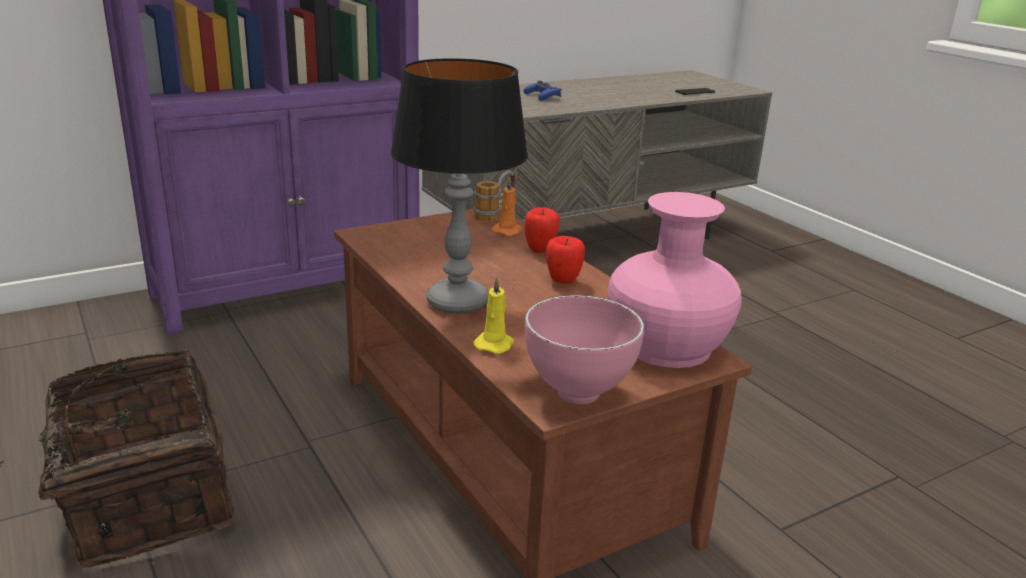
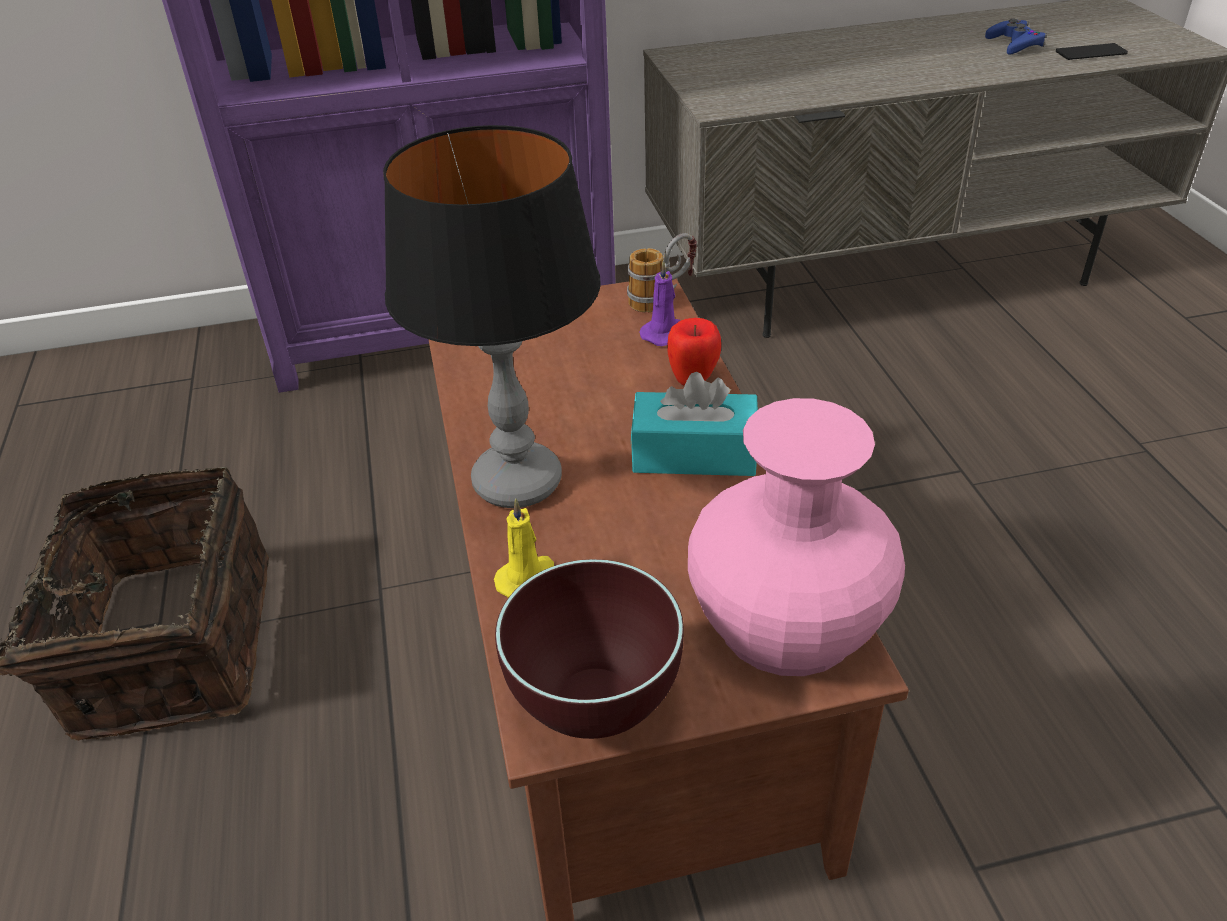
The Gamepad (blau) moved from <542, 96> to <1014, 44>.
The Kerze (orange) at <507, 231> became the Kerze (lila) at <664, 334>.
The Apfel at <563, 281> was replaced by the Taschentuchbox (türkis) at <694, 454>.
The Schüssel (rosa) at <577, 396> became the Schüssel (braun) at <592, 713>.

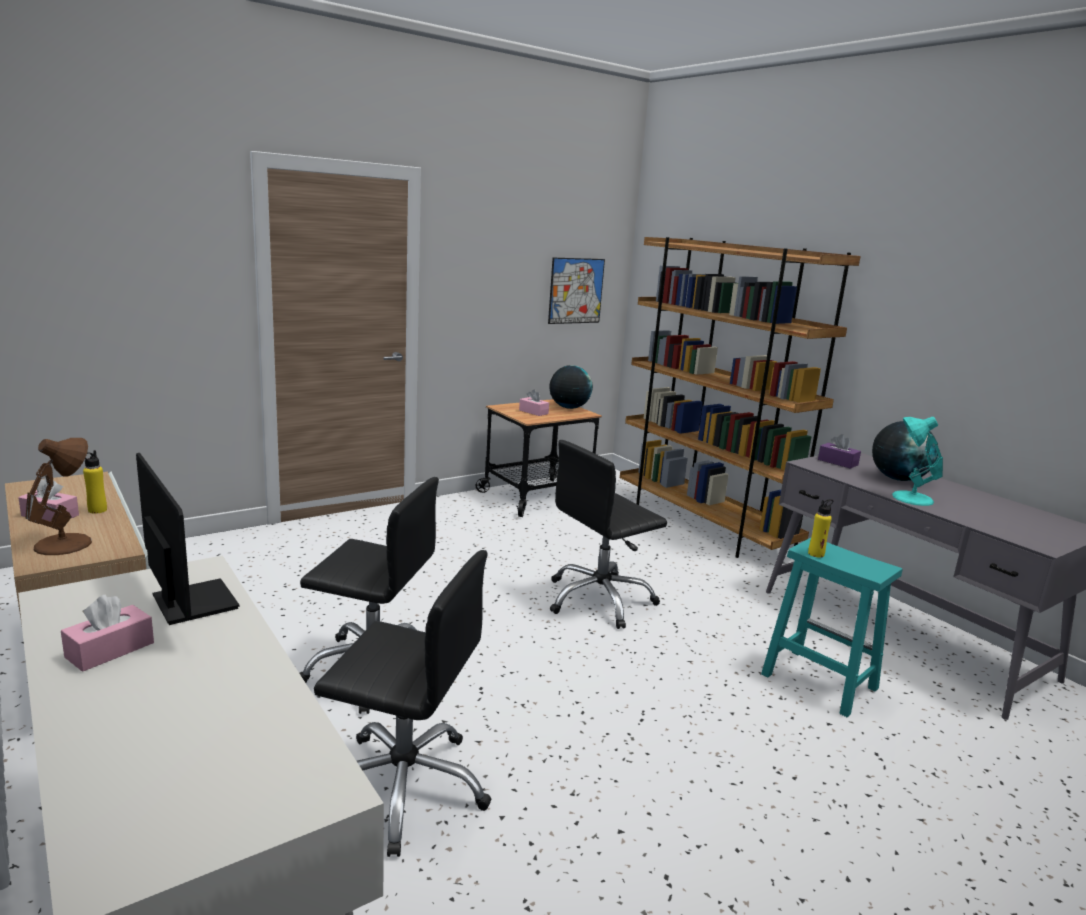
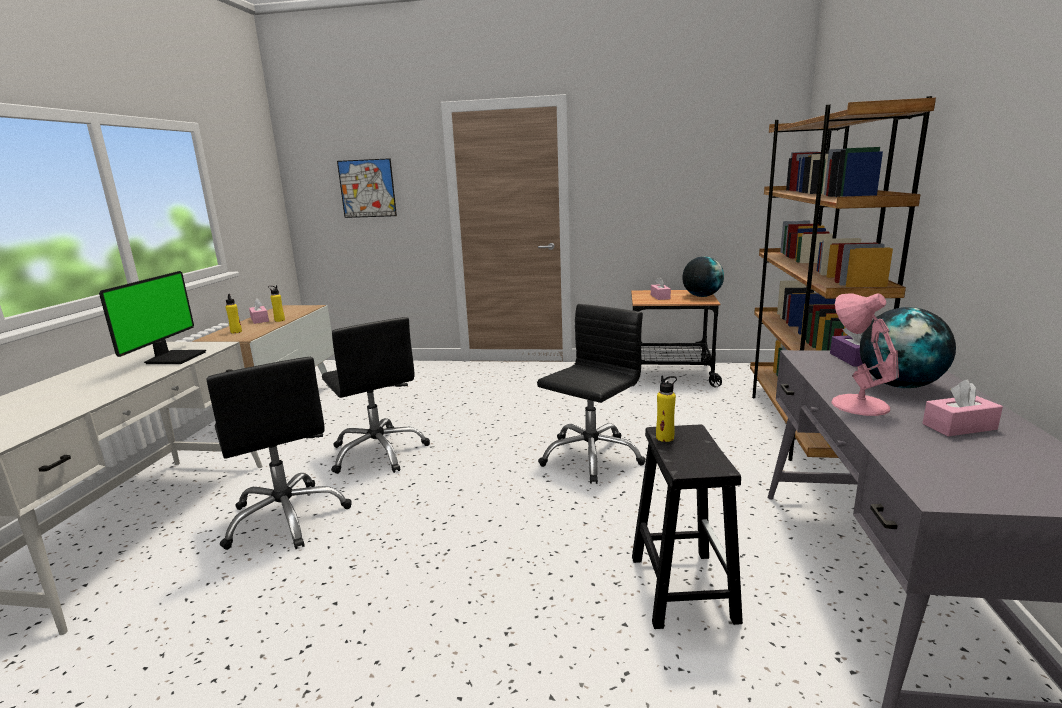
The Bild moved from <576, 291> to <367, 188>.
The Tischlampe (türkis) at <910, 498> became the Tischlampe (rosa) at <856, 404>.
The Tischlampe (braun) at <66, 543> was replaced by the Flasche (gelb) at <236, 332>.
The Bürostuhl (schwarz) at <599, 600> turned 120 degrees clockwise.
The Hocker (türkis) at <817, 681> became the Hocker (schwarz) at <681, 587>.
The Taschentuchbox (rosa) moved from <110, 650> to <959, 426>.

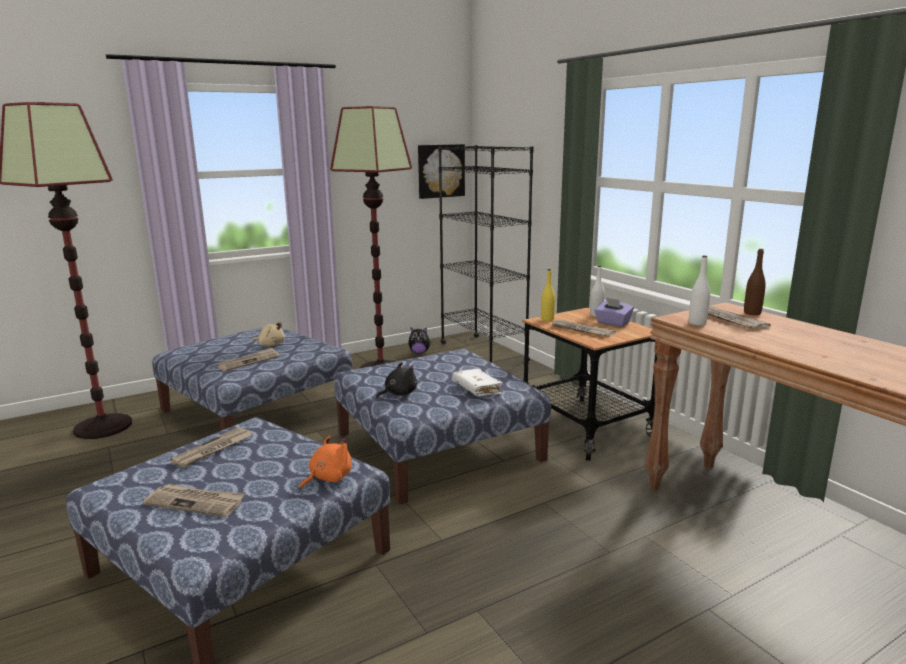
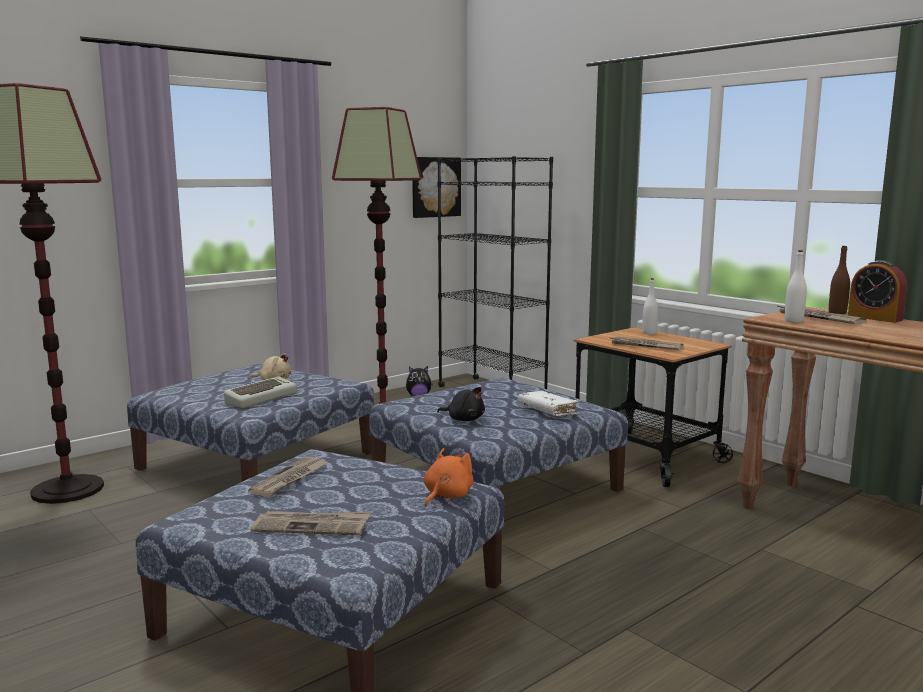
The Flasche (gelb) at <547, 319> disappeared.
The Taschentuchbox (lila) at <612, 323> disappeared.
The Zeitung at <249, 361> was replaced by the Tastatur at <261, 398>.
The Plüschtier (schwarz) at <398, 394> turned 75 degrees clockwise.
The Wecker at <874, 318> appeared.

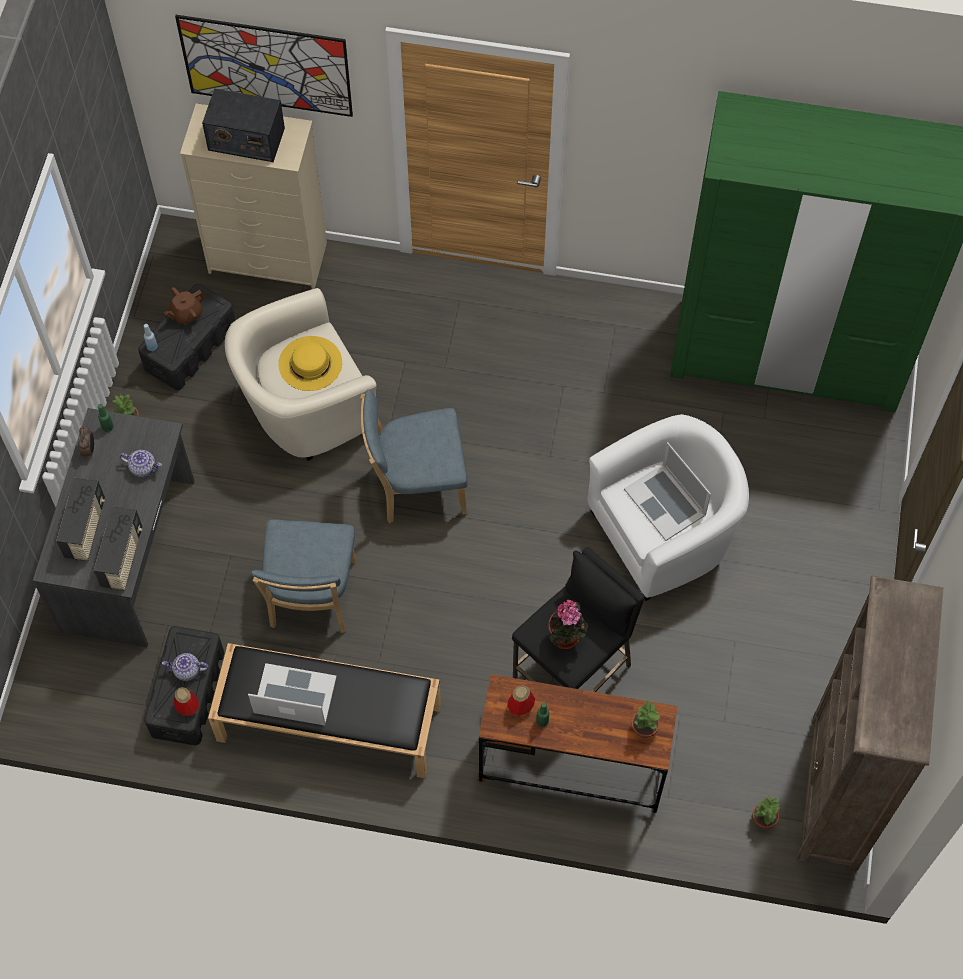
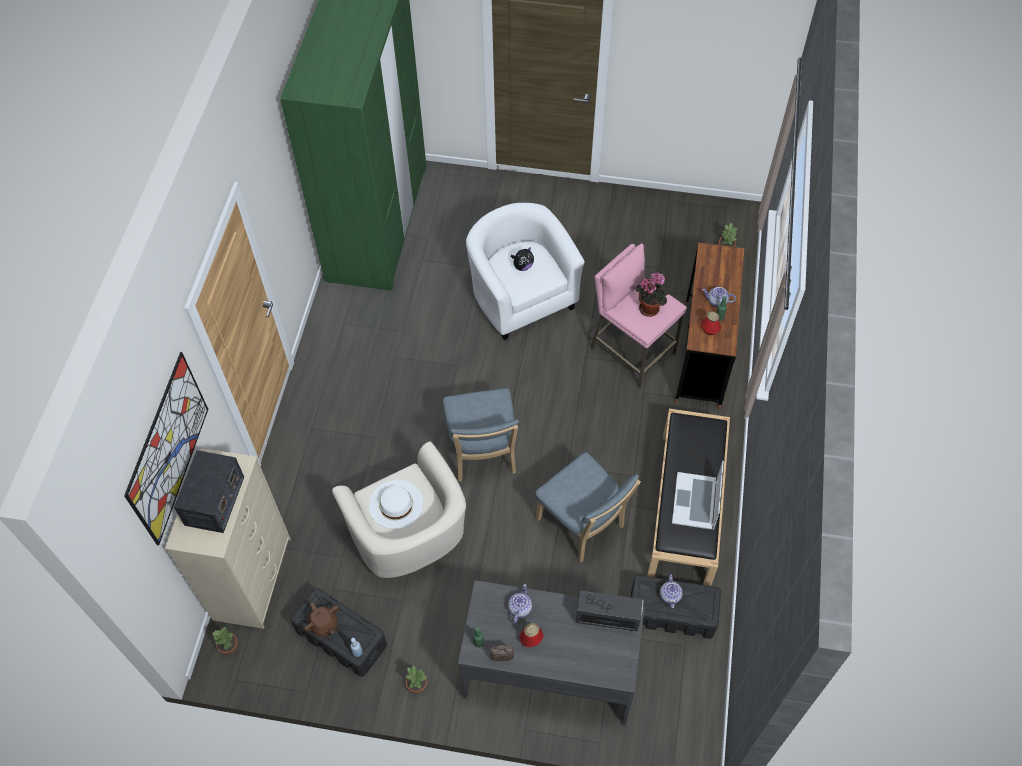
The Hut (gelb) at <310, 363> became the Hut (weiß) at <396, 504>.
The Laptop at <665, 502> was replaced by the Plüschtier at <522, 266>.
The Radio at <86, 529> disappeared.
The Stuhl (blau) at <311, 598> turned 45 degrees clockwise.
The Hocker (schwarz) at <573, 672> became the Hocker (rosa) at <631, 351>.
The Bücherregal (braun) at <834, 793> disappeared.
The Flasche moved from <187, 706> to <531, 639>.
The Topfpflanze moved from <644, 728> to <228, 647>.
The Teekanne at <717, 302> appeared.

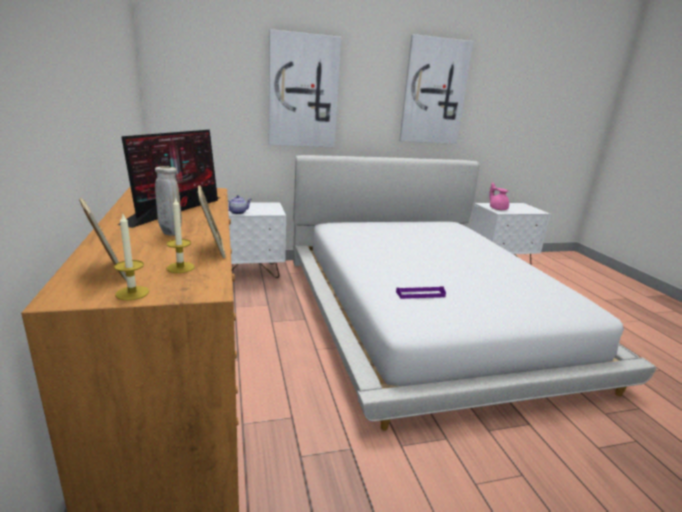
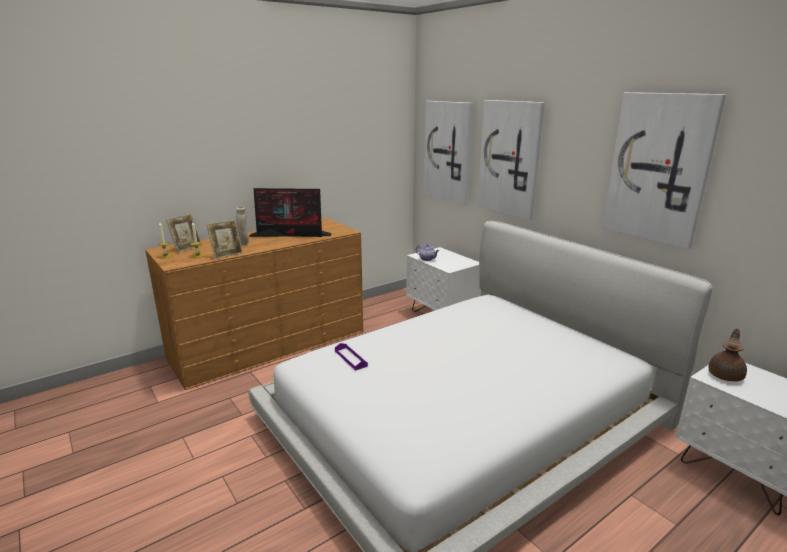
The Teekanne (rosa) at <497, 209> became the Teekanne (braun) at <726, 375>.
The Bild at <448, 152> appeared.

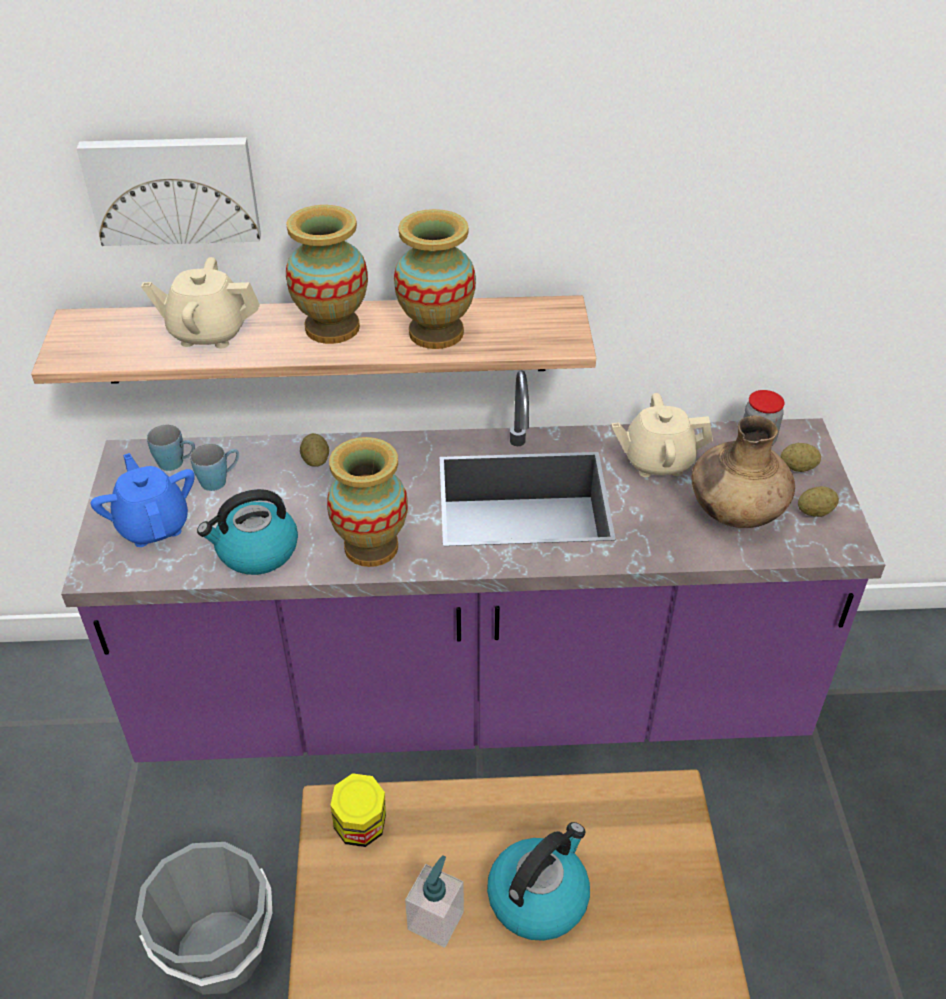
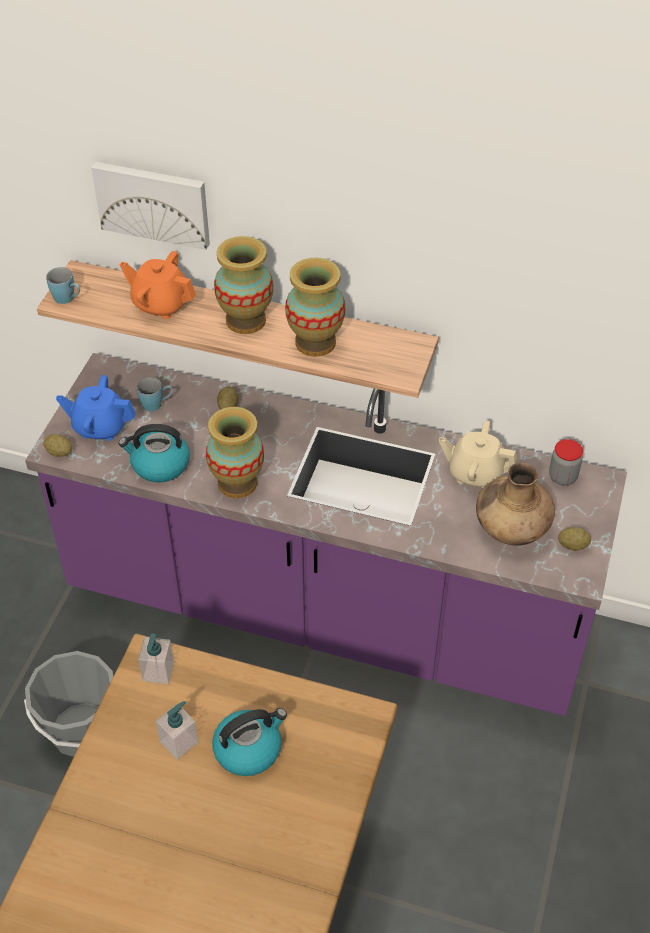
The Teekanne (beige) at <208, 333> became the Teekanne (orange) at <161, 304>.
The Henkelbecher (blau) moved from <177, 463> to <68, 299>.
The Kartoffel moved from <798, 467> to <59, 452>.
The Teekanne (blau) at <153, 525> turned 75 degrees counterclockwise.
The Vorratsglas at <361, 829> was replaced by the Seifenspender at <158, 671>.

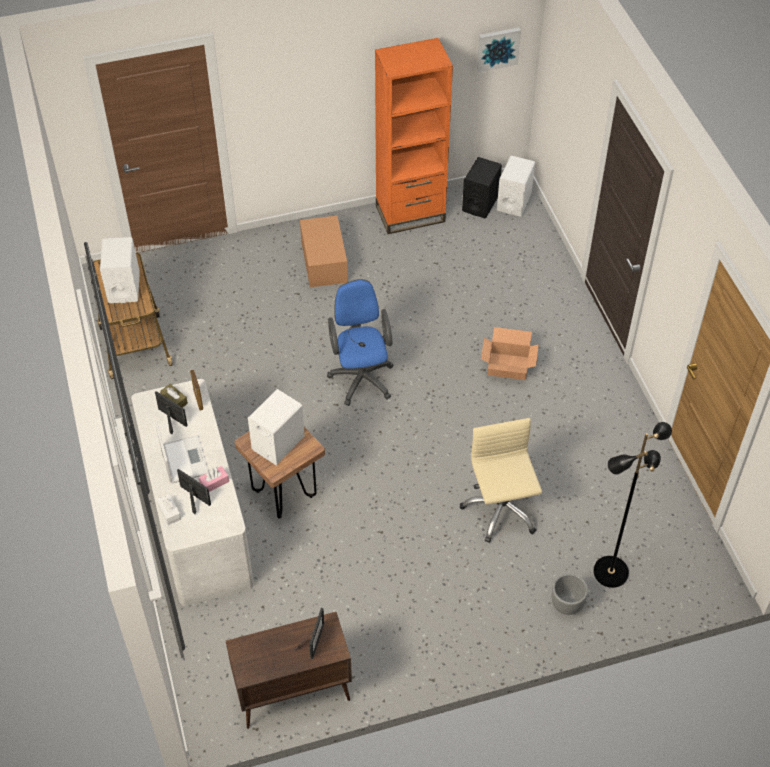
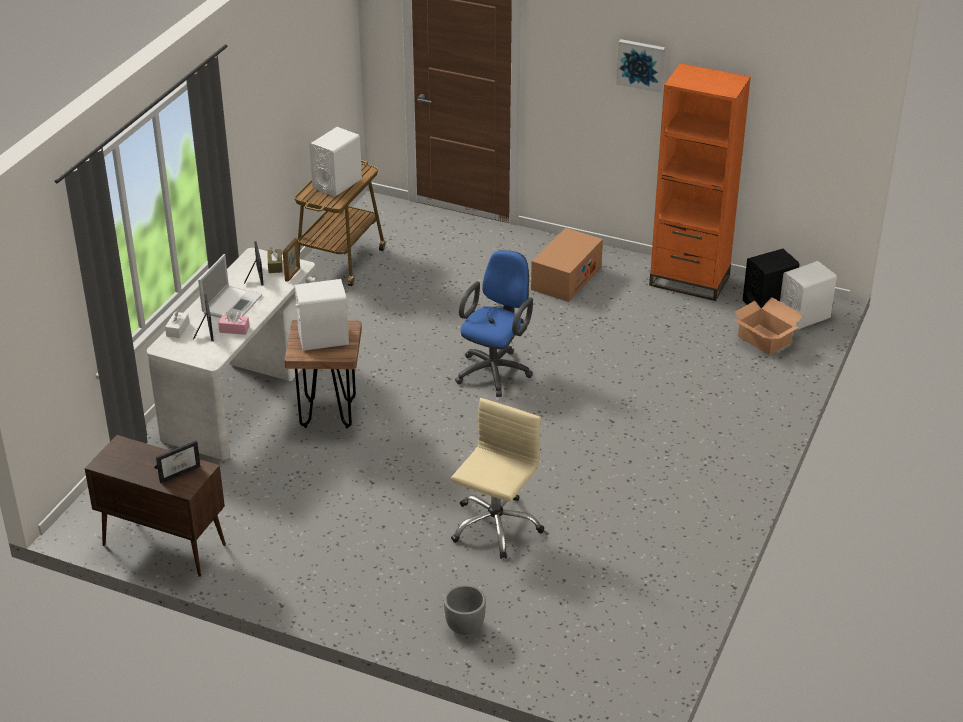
The Bild moved from <497, 48> to <641, 64>.
The Karton moved from <508, 366> to <764, 340>.
The Stehlampe (schwarz) at <610, 571> disappeared.

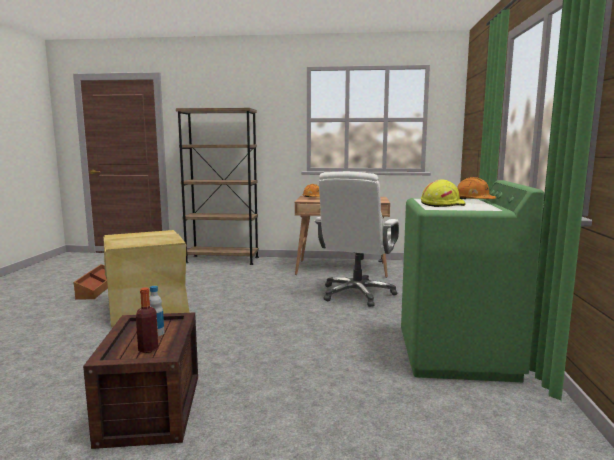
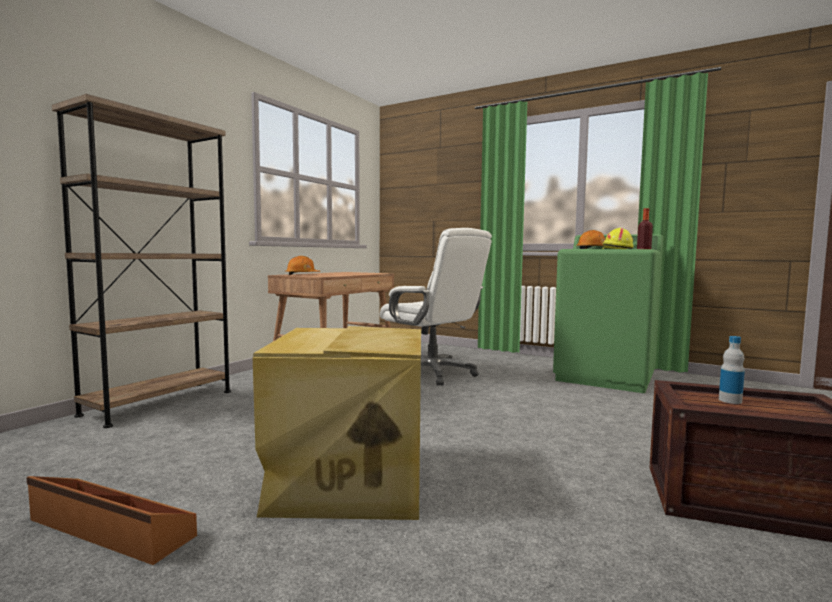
The Flasche moved from <148, 349> to <644, 249>.

